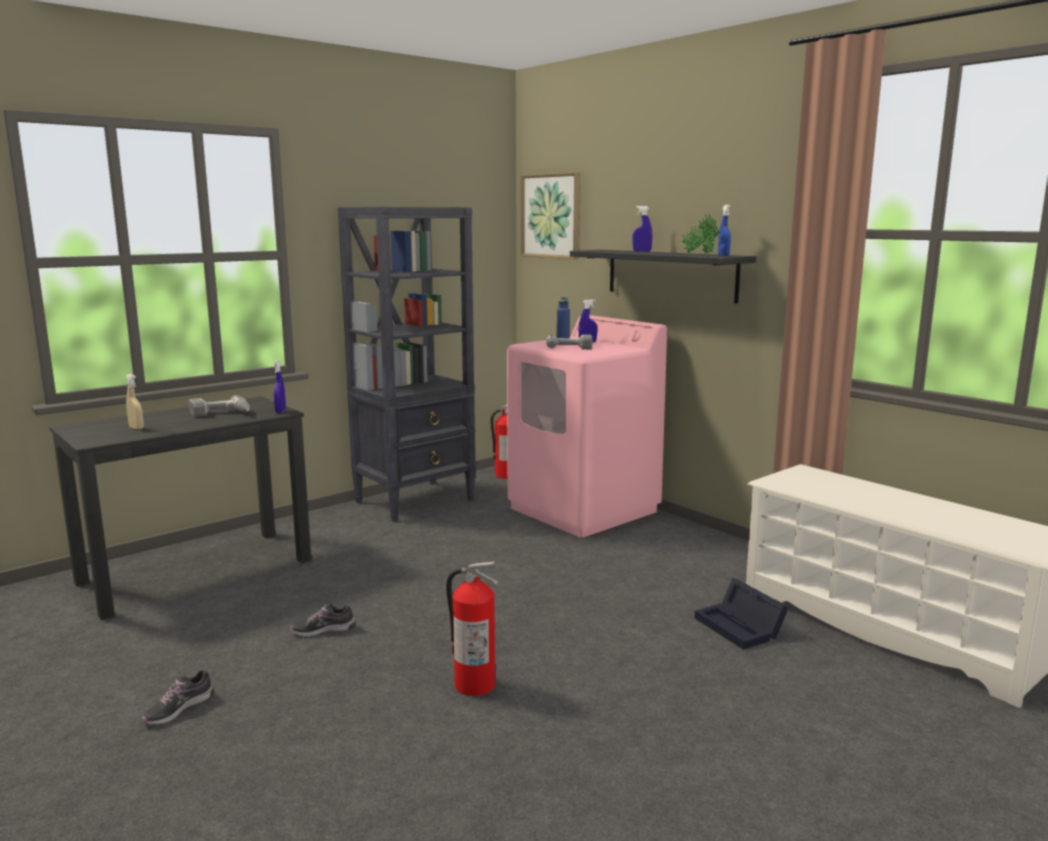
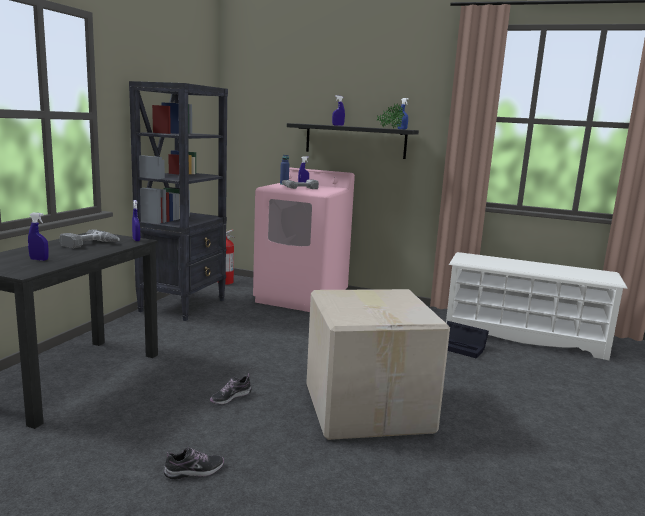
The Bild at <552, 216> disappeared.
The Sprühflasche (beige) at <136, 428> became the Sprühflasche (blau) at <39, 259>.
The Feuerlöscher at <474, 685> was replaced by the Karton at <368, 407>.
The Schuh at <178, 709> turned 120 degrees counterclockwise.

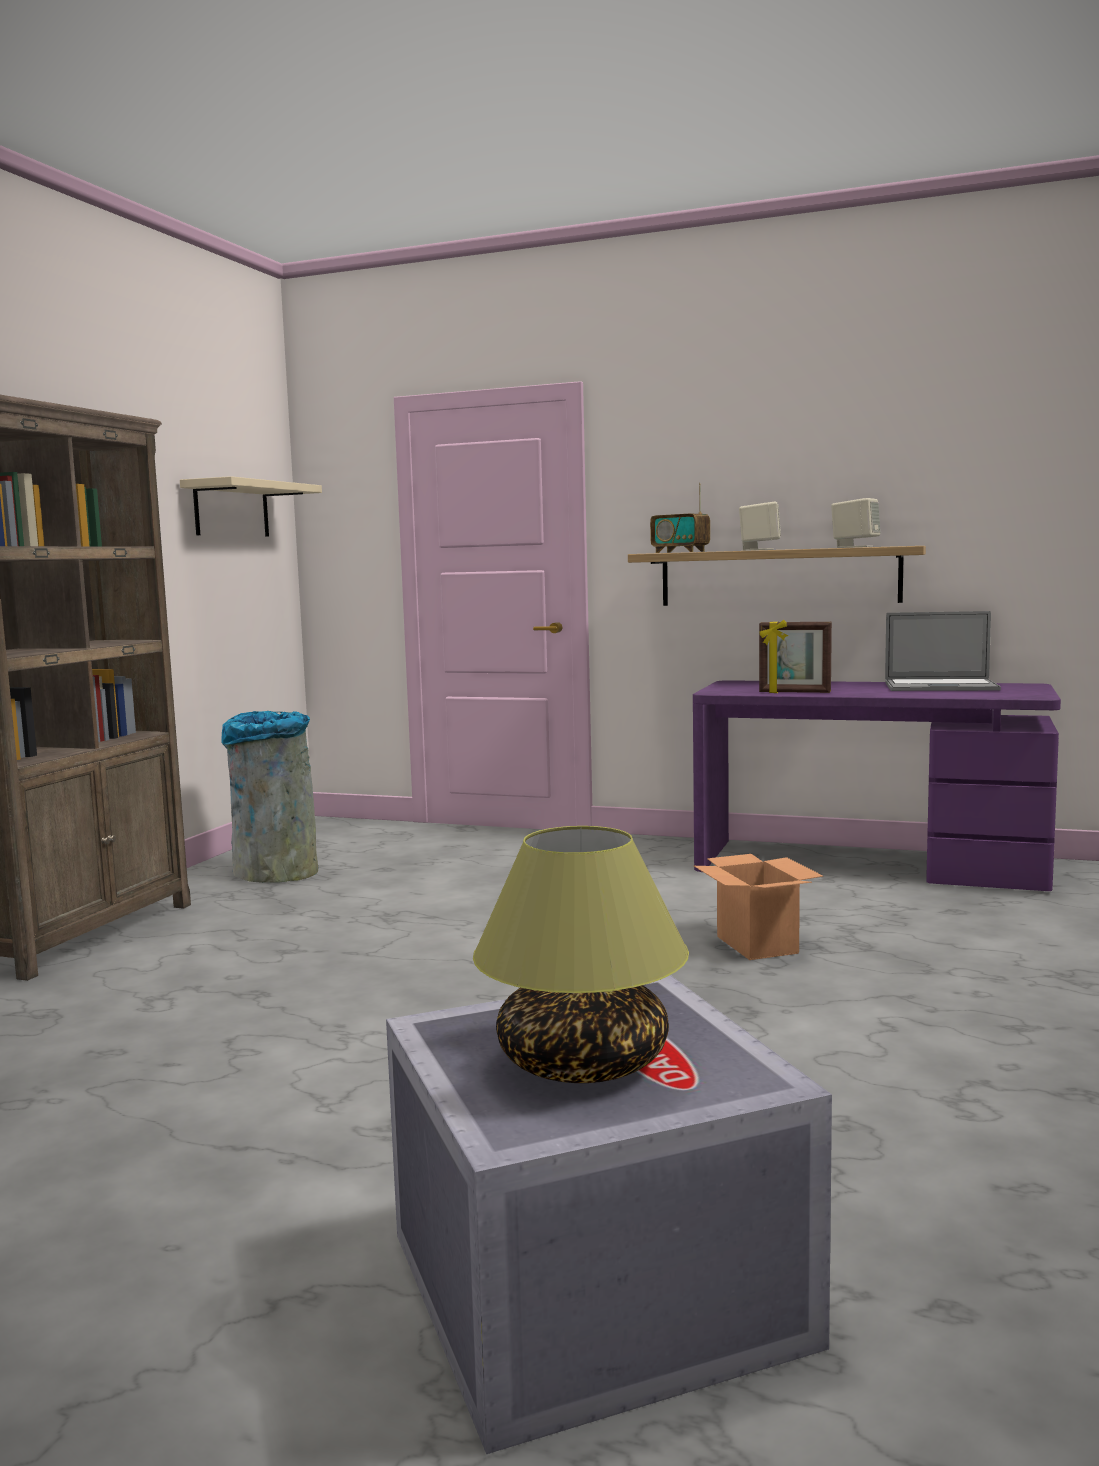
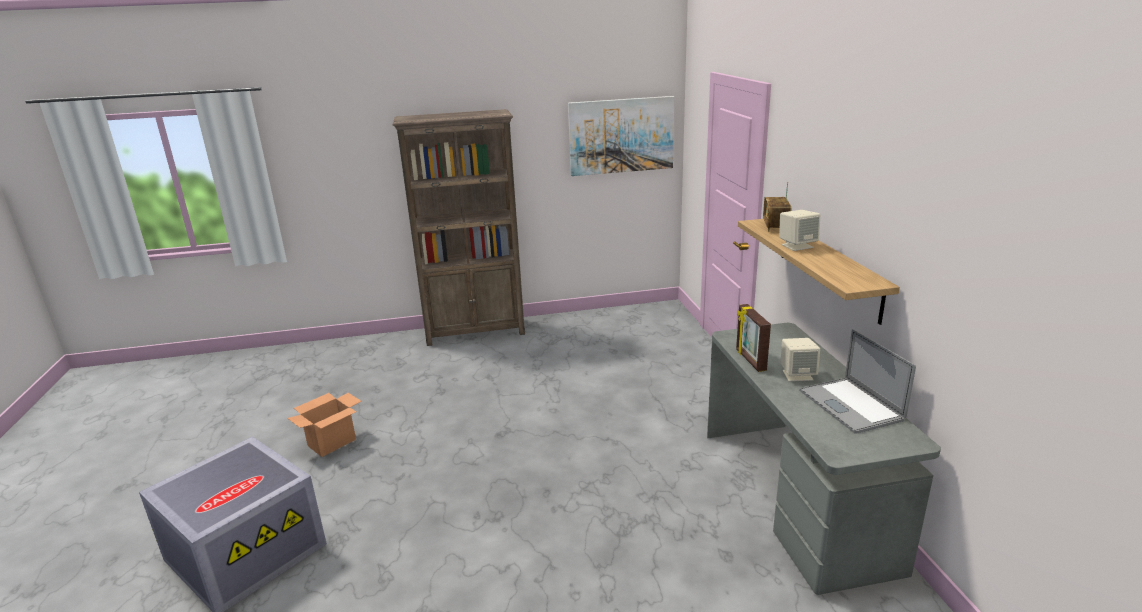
The Wandregal (beige) at <231, 510> was replaced by the Bild at <621, 135>.
The Lautsprecher (beige) moved from <855, 547> to <797, 375>.
The Schreibtisch (lila) at <868, 865> became the Schreibtisch (grau) at <795, 495>.
The Mülleimer (grau) at <275, 872> disappeared.
The Tischlampe at <583, 1064> disappeared.
The Karton moved from <756, 944> to <332, 442>.

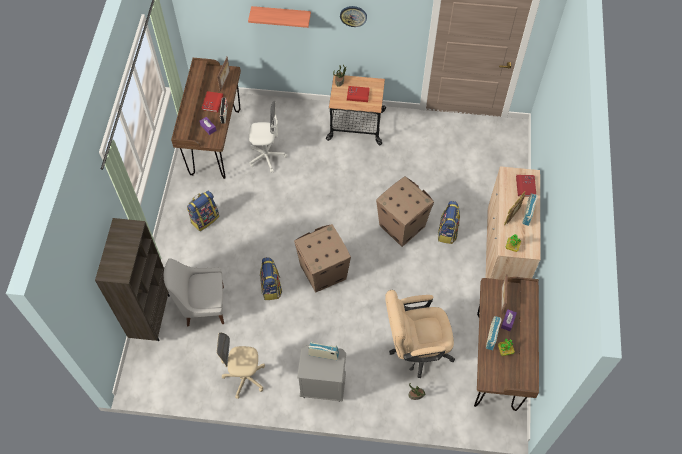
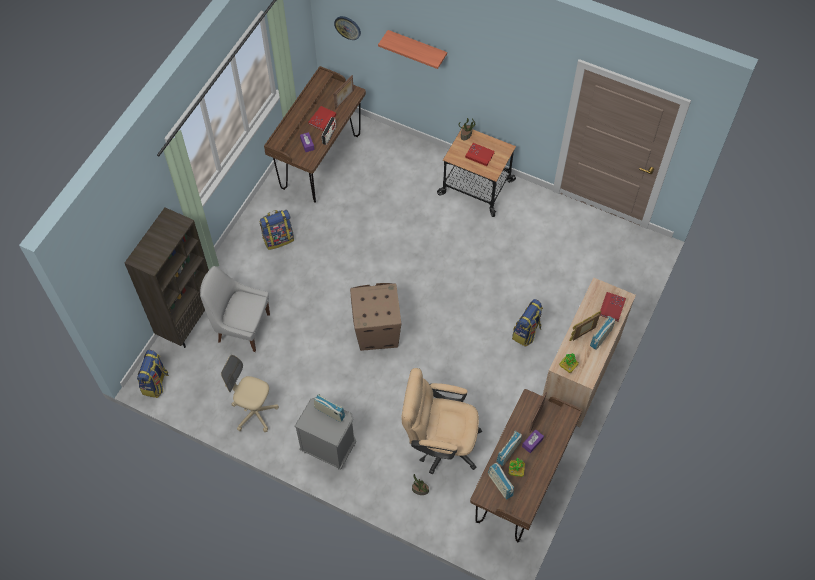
The Wanduhr moved from <353, 15> to <347, 27>.
The Bürostuhl (weiß) at <267, 157> disappeared.
The Karton at <401, 225> disappeared.
The Rucksack moved from <271, 287> to <155, 383>.
The Radio at <500, 484> appeared.

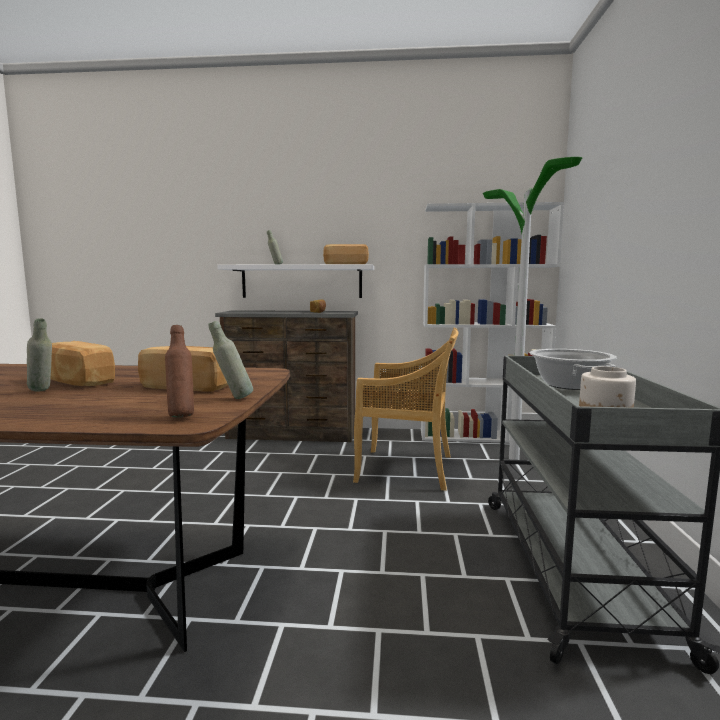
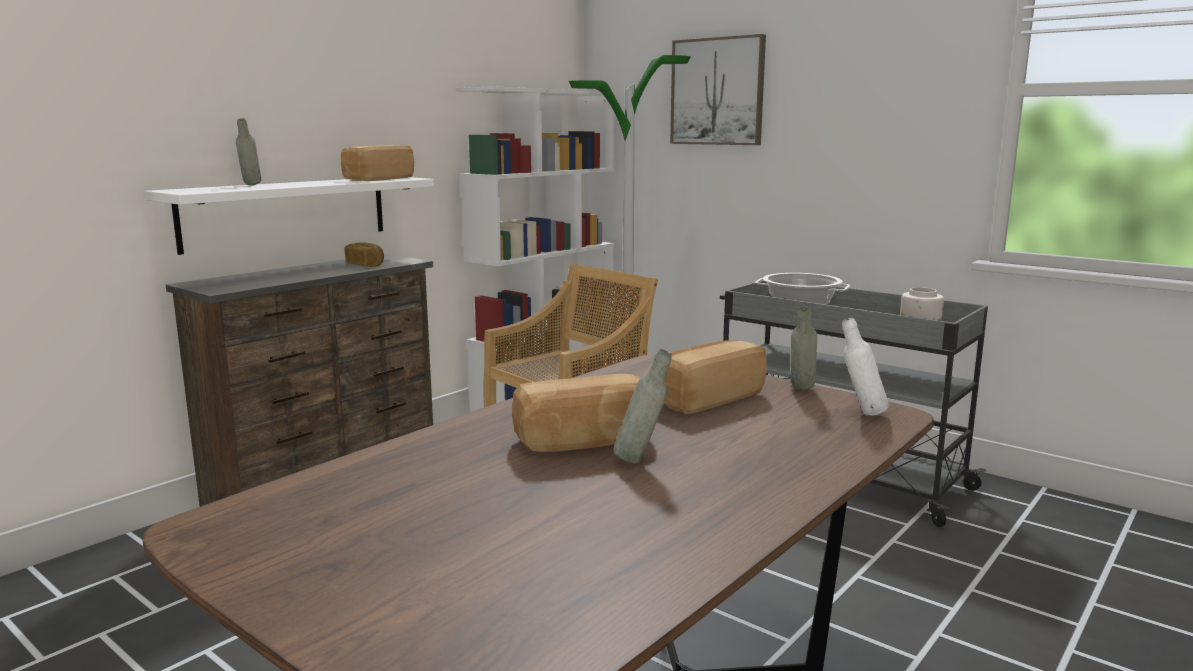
The Flasche (braun) at <181, 415> became the Flasche (weiß) at <861, 414>.
The Bild at <717, 92> appeared.

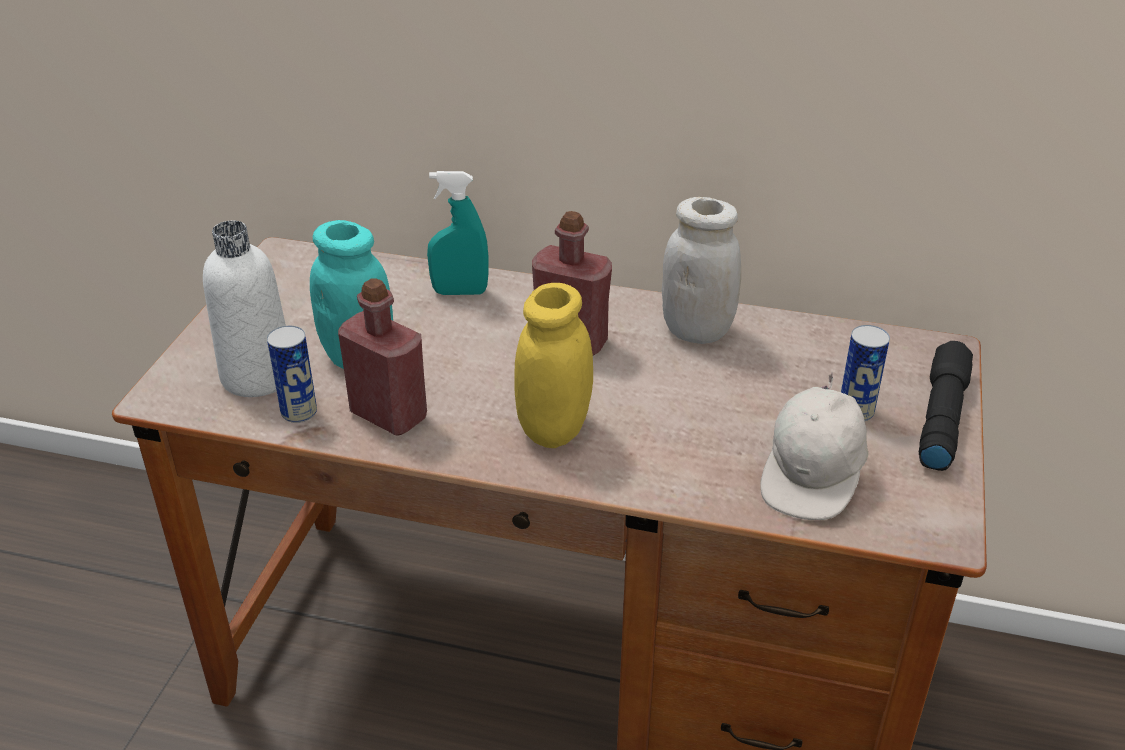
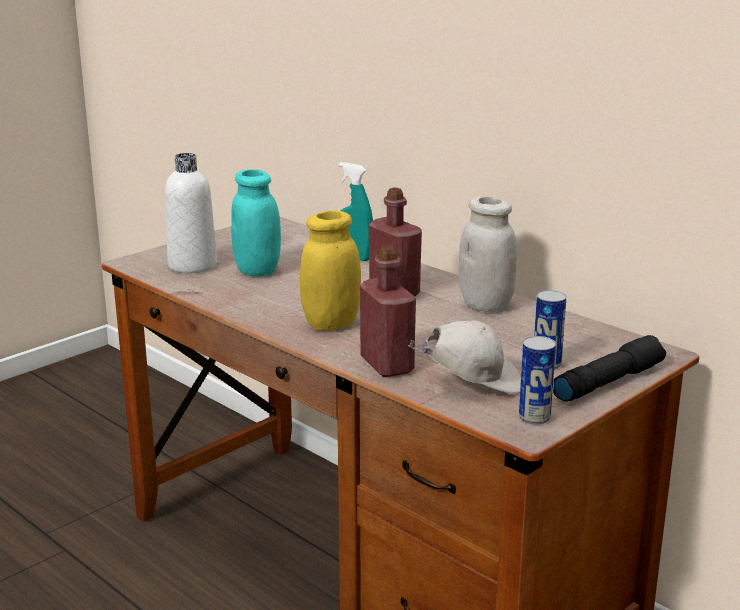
The Flasche (rot) moved from <389, 415> to <387, 365>.
The Dose moved from <299, 412> to <534, 417>.
The Kappe (weiß) at <813, 477> turned 150 degrees counterclockwise.

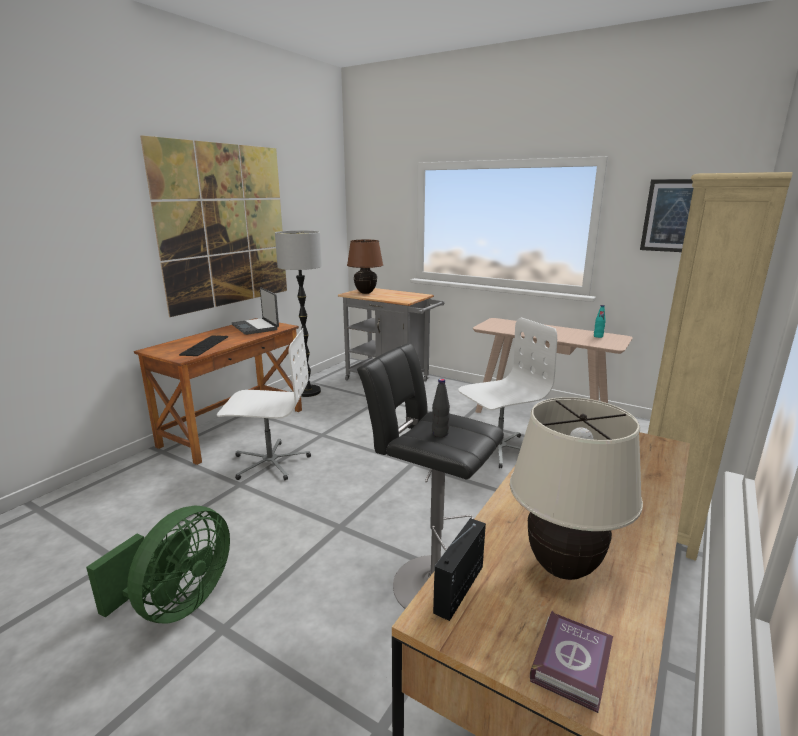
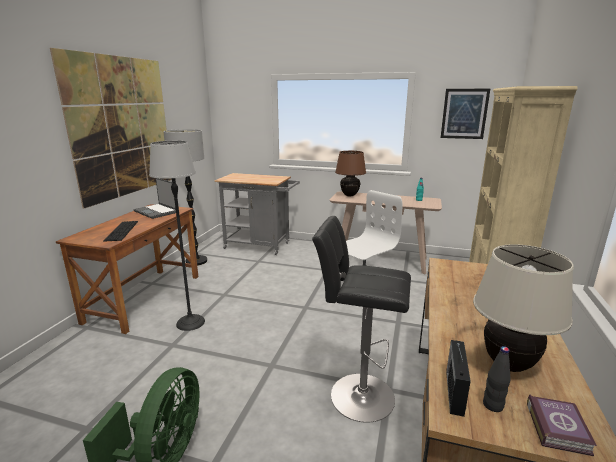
The Tischlampe (braun) moved from <365, 292> to <349, 195>.
The Bürostuhl (weiß) at <270, 462> was replaced by the Stehlampe at <190, 322>.
The Flasche (schwarz) moved from <440, 433> to <493, 405>.

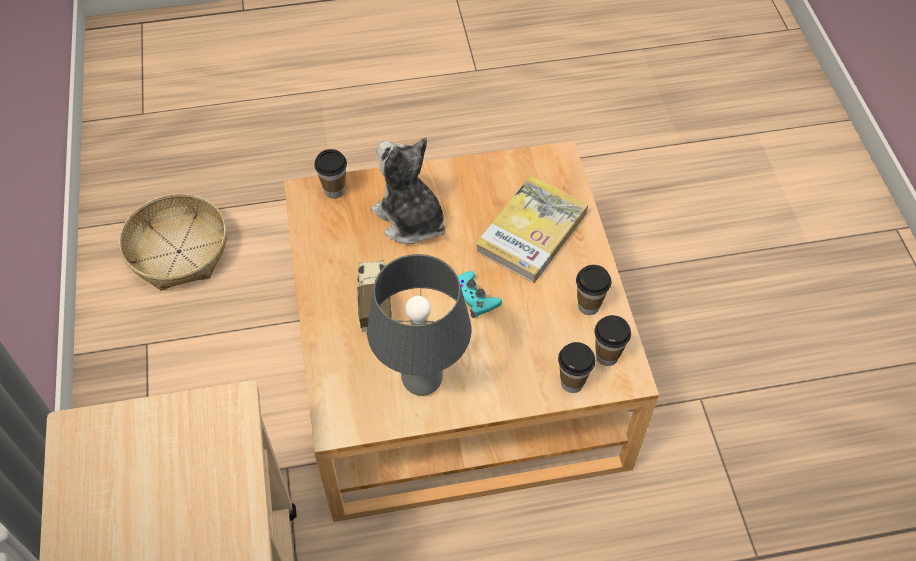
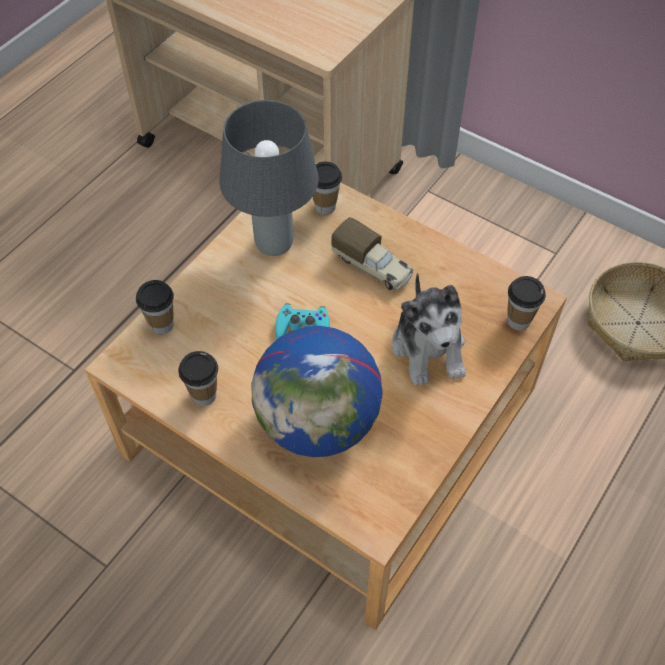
The Plüschtier at <410, 219> turned 75 degrees clockwise.
The Buch at <532, 232> was replaced by the Globus at <318, 423>.
The Tasse moved from <607, 356> to <325, 206>.

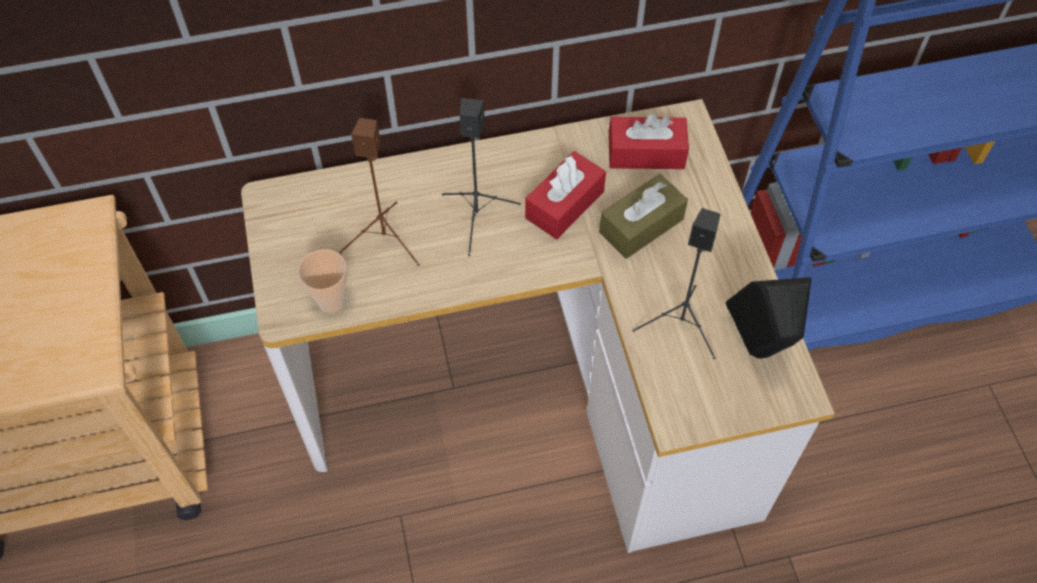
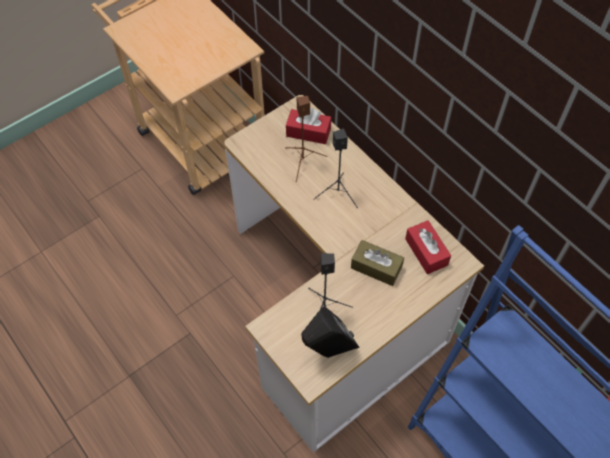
The Taschentuchbox (rot) moved from <564, 204> to <308, 132>.
The Tasse at <331, 301> disappeared.

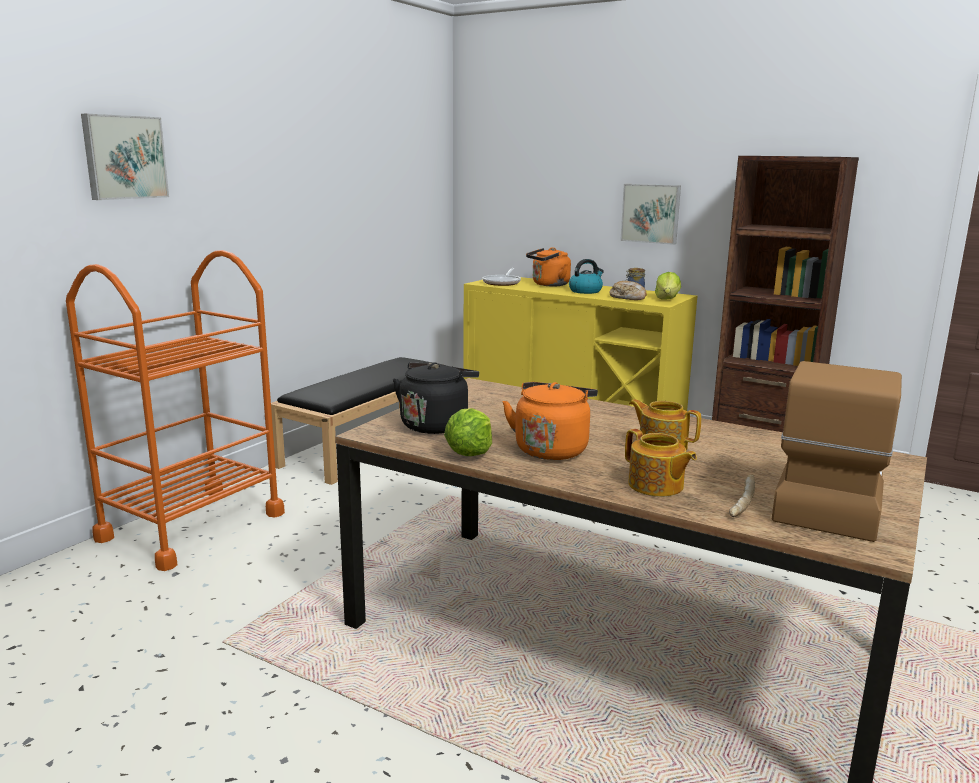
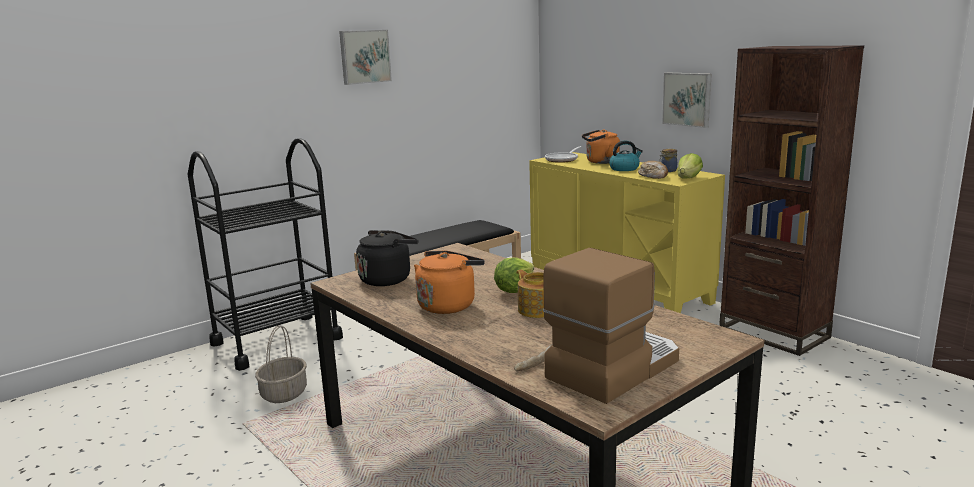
The Bild moved from <124, 157> to <364, 56>.
The Rollwagen (orange) at <192, 526> became the Rollwagen (schwarz) at <276, 341>.
The Salatkopf moved from <469, 453> to <514, 290>.
The Teekanne at <656, 486> disappeared.
The Korb at <284, 393> appeared.

